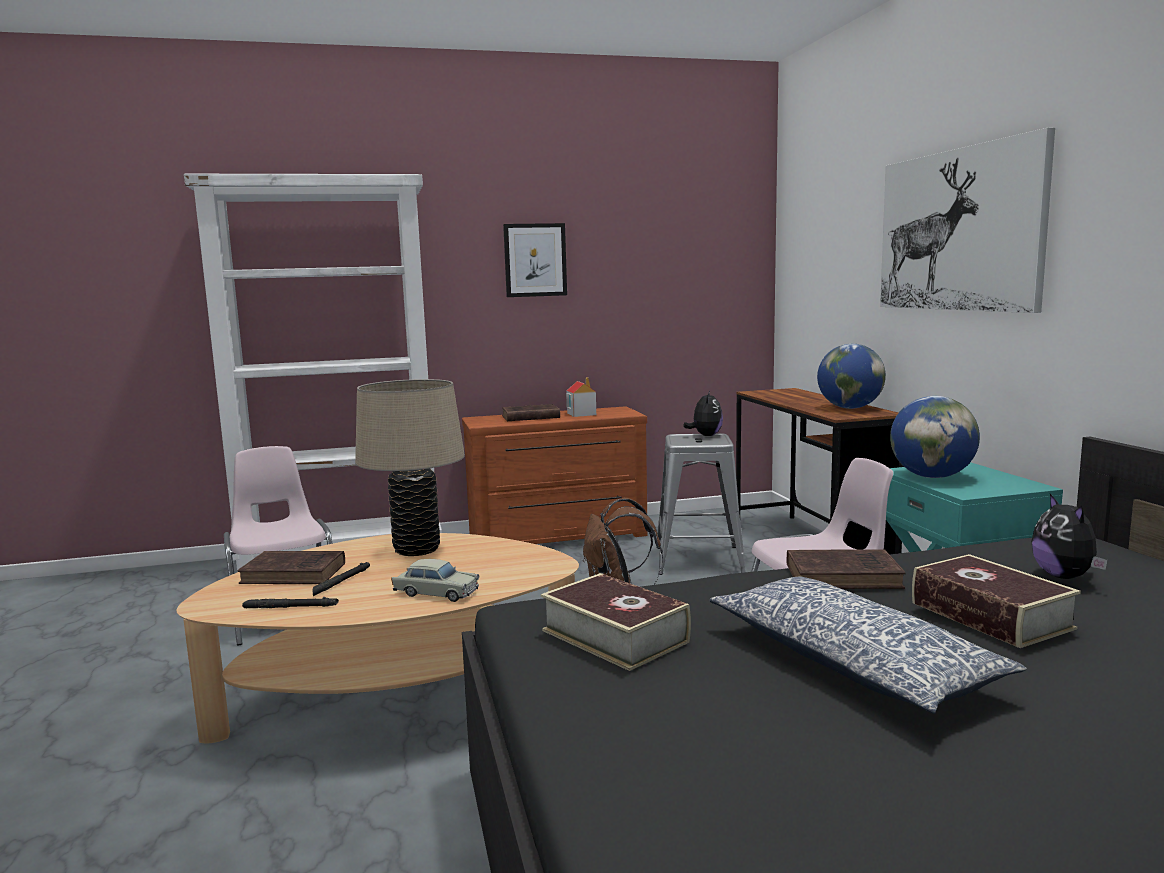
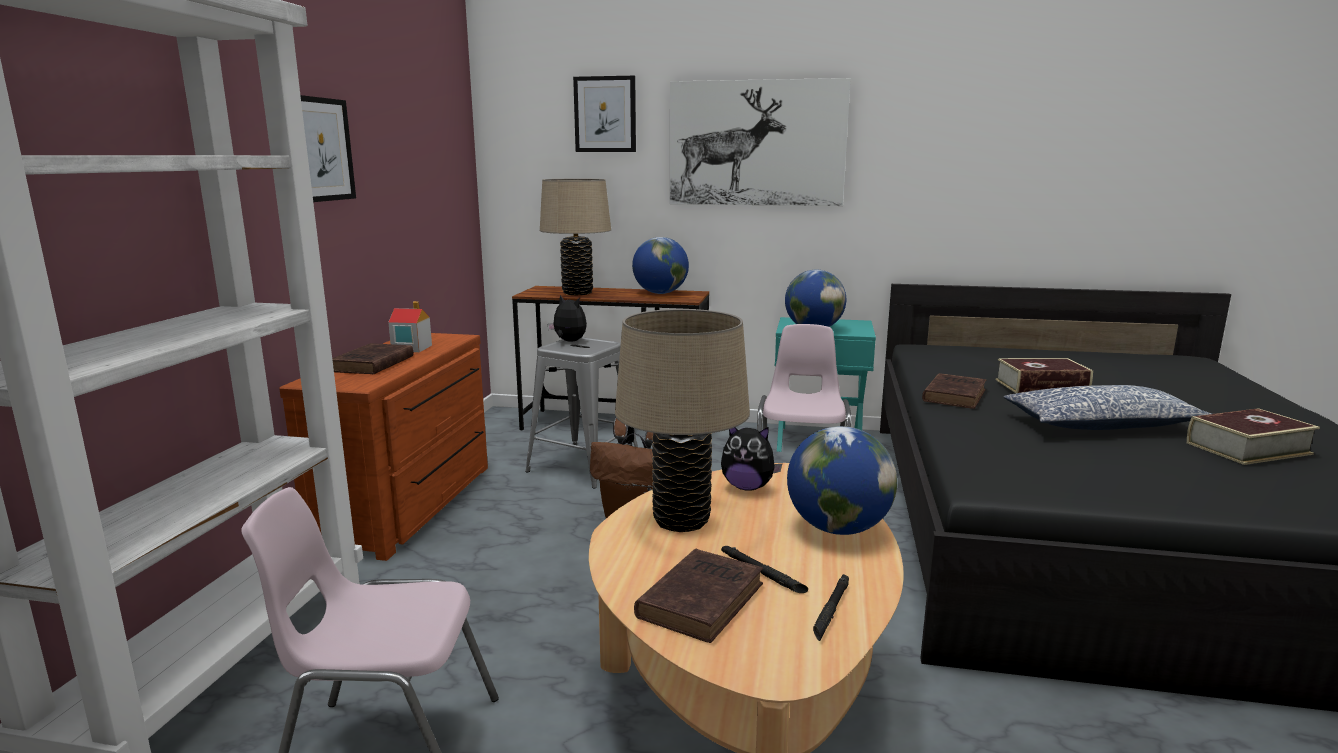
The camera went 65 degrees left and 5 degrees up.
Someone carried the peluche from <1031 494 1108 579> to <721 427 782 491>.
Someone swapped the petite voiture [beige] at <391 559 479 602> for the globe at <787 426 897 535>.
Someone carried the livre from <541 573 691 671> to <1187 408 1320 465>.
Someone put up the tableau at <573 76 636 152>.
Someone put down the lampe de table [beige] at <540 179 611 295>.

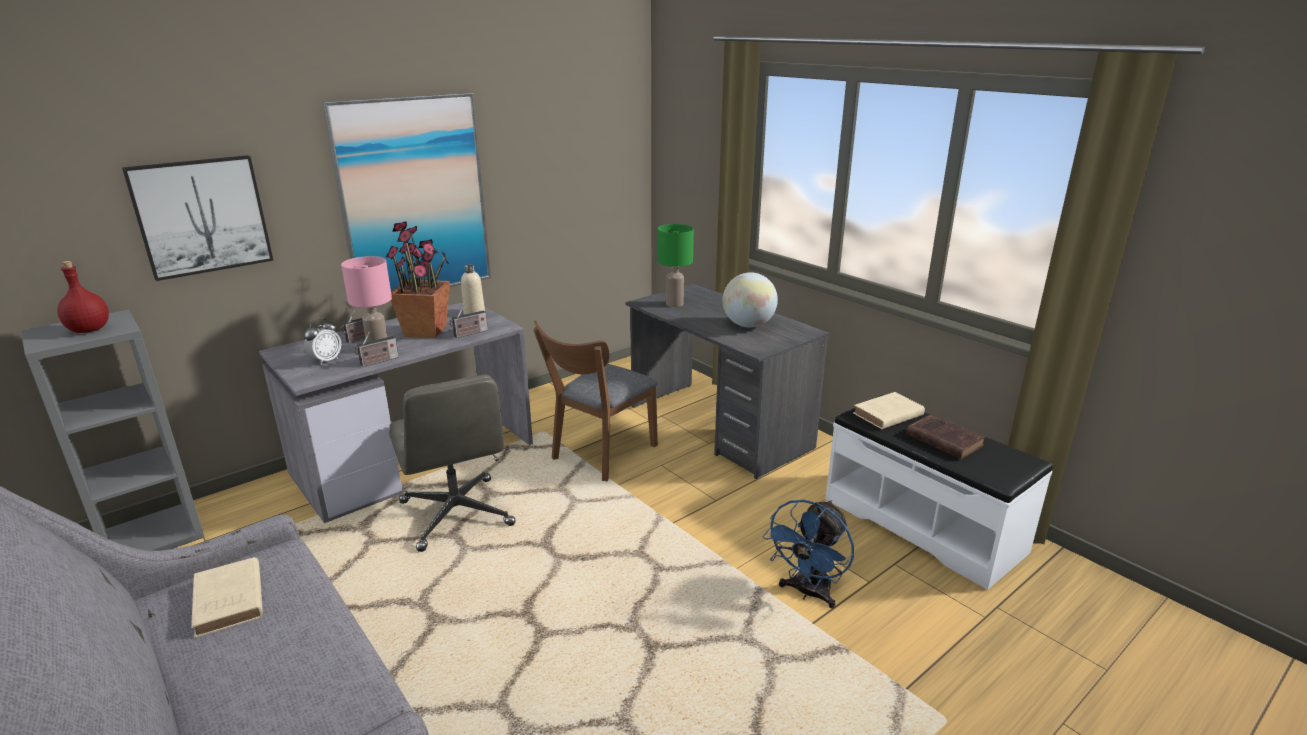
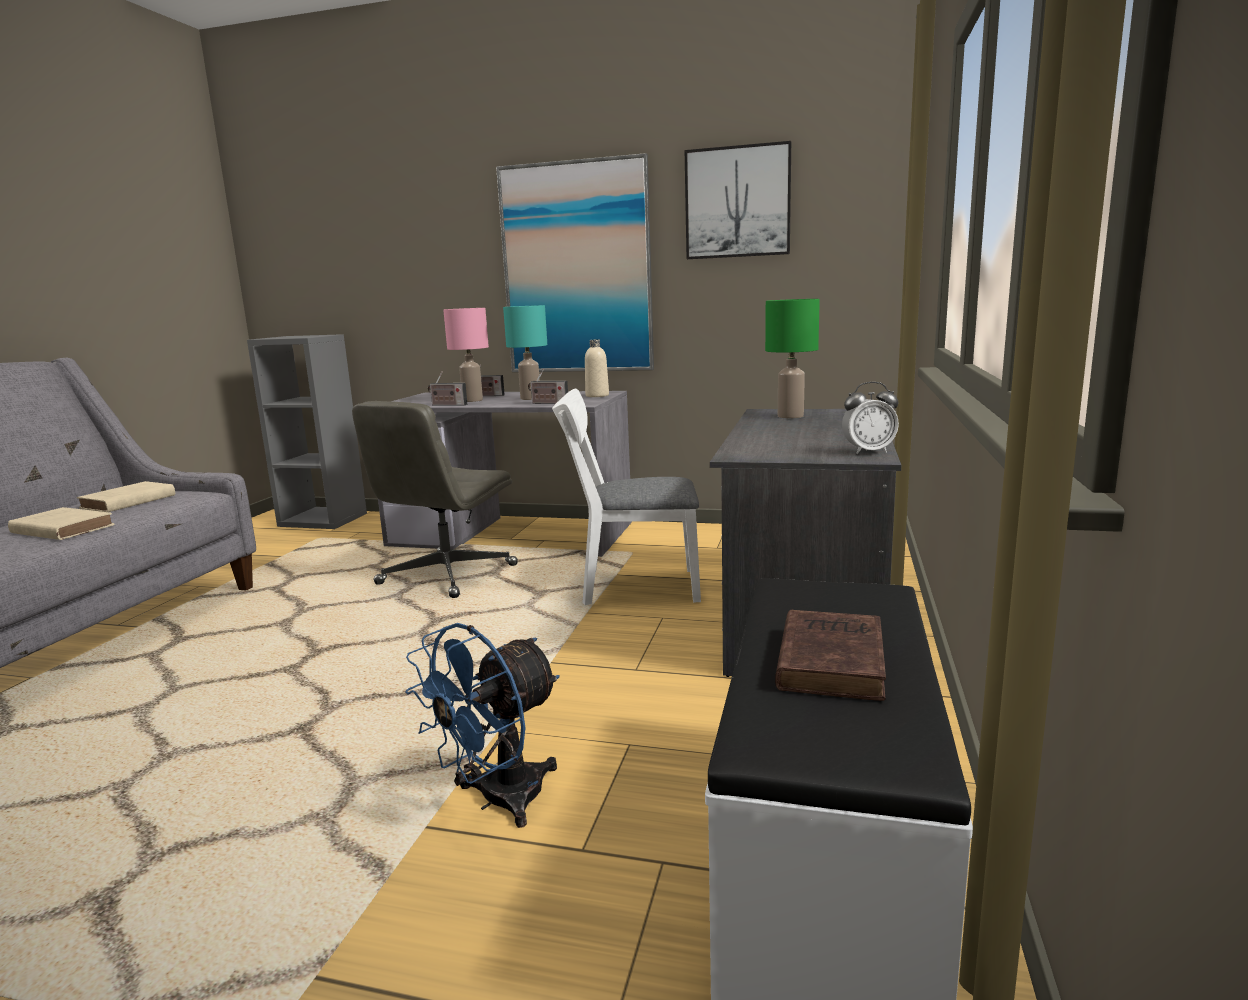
The camera went 55 degrees right and 10 degrees down.
Someone carried the tableau from <122 155 274 281> to <685 141 791 259>.
Someone swapped the plante en pot at <386 222 450 338> for the lampe de table [turquoise] at <503 305 547 400>.
Someone took away the bouteille [rouge] at <57 261 109 333>.
Someone took away the globe at <723 272 778 328>.
Someone carried the réveil from <304 318 341 365> to <842 382 899 454>.
Someone repainted the chaise [marron] at <533 320 658 481>, which became the chaise [blanc] at <552 389 701 605>.
Someone carried the livre [beige] from <853 392 925 429> to <8 507 114 540>.
Someone rotated the ventilateur [bleu] at <763 500 854 609> by 45 degrees counterclockwise.

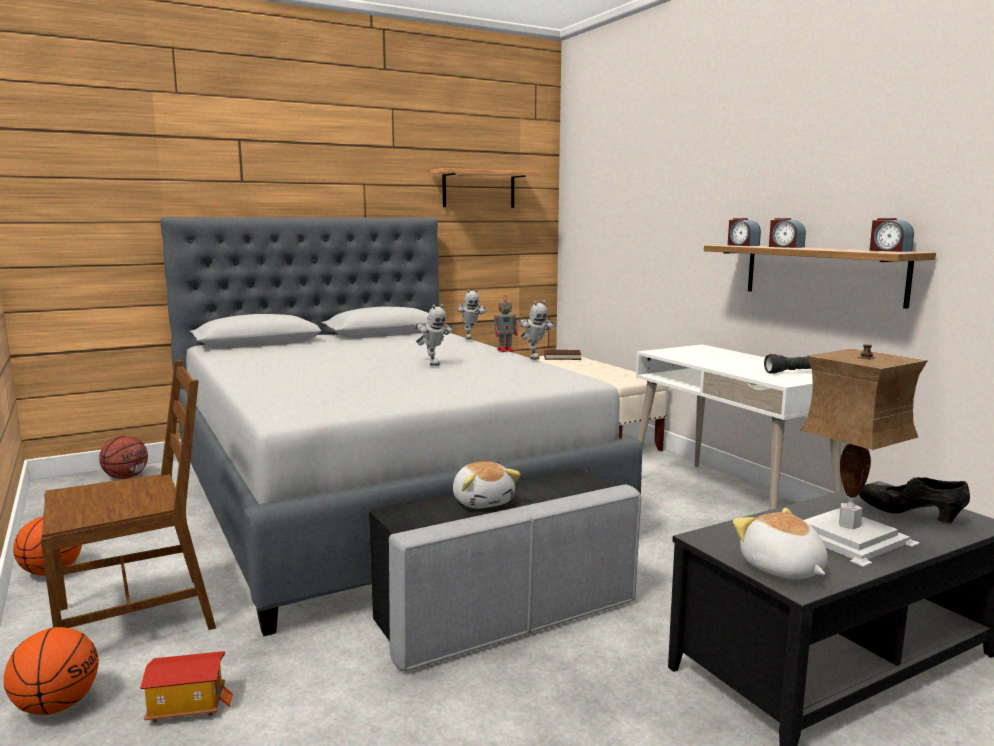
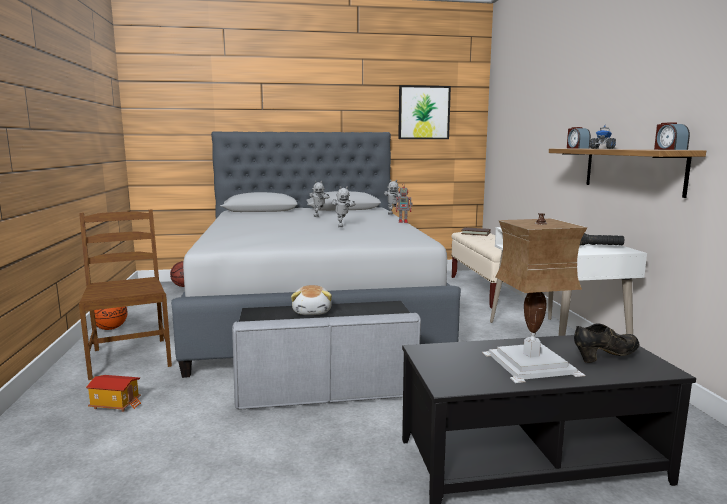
The camera went 20 degrees right and 0 degrees up.
Someone swapped the étagère at <430 168 540 208> for the tableau at <398 85 451 139>.
Someone swapped the réveil at <769 218 806 248> for the camion jouet at <590 126 616 149>.
Someone carried the robot jouet from <519 301 554 360> to <309 181 330 217>.
Someone rotated the chaise [marron] at <41 360 216 630> by 105 degrees counterclockwise.
Someone rotated the chaussure [noir] at <859 477 970 523> by 105 degrees clockwise.
Someone took away the peluche at <733 508 828 579>.
Someone took away the ballon de basket at <3 627 99 715>.

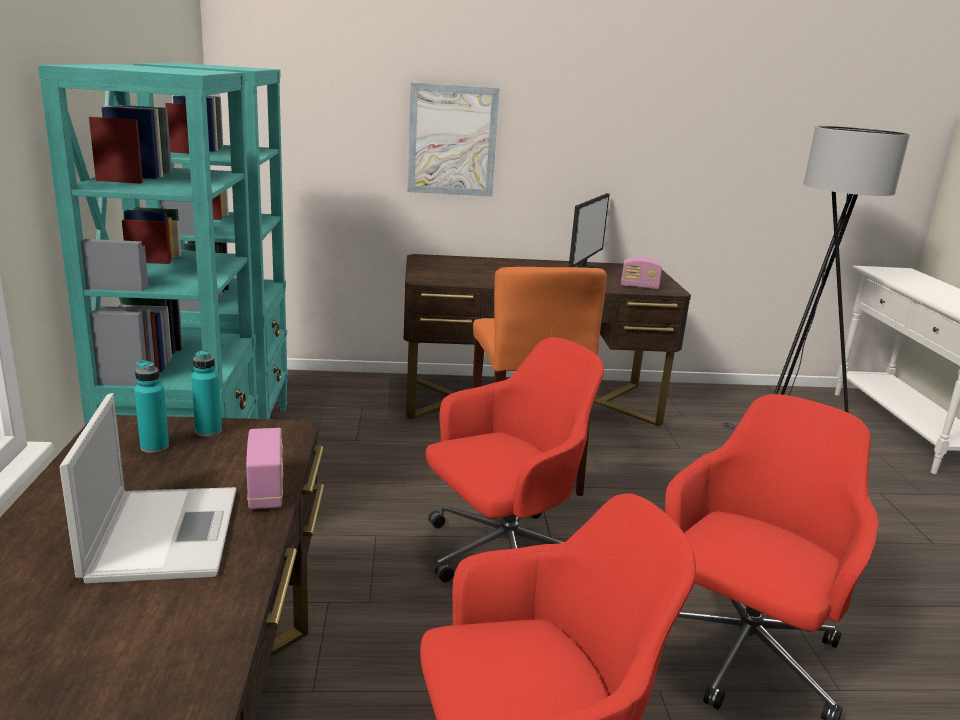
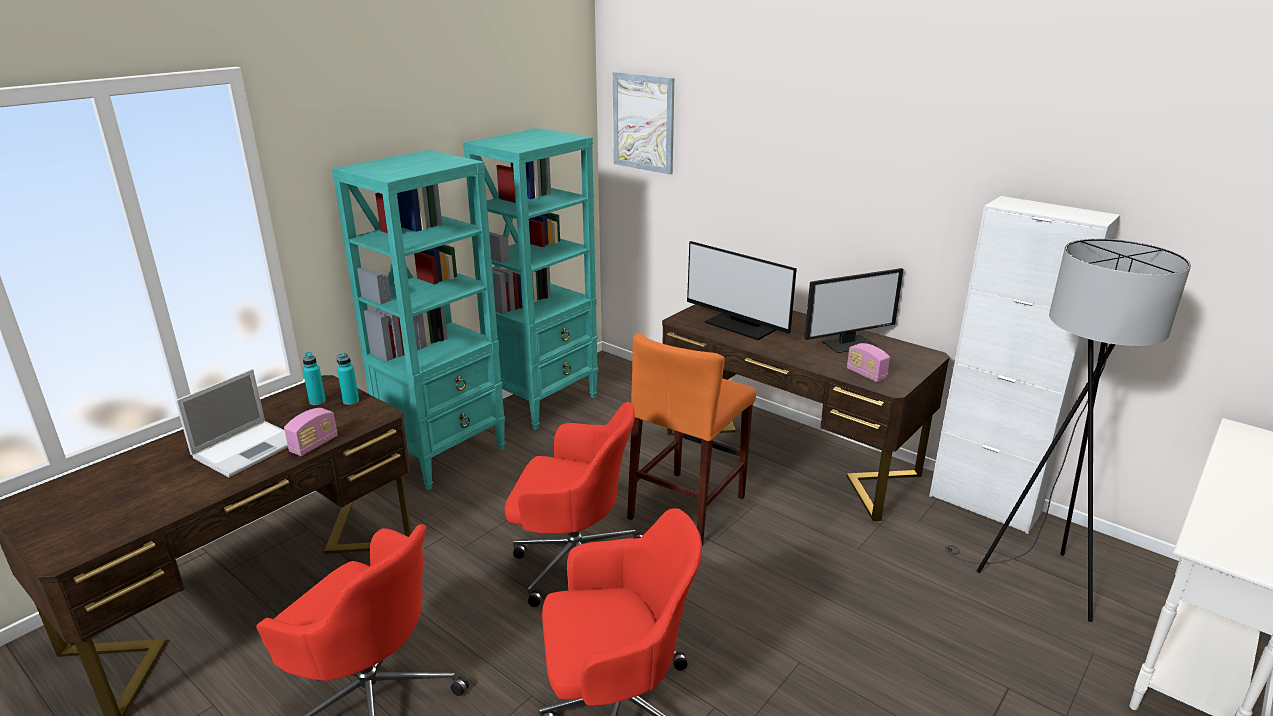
The camera went 45 degrees right and 5 degrees up.
Someone carried the tableau from <407 82 500 196> to <613 72 674 175>.
Someone put down the meuble de rangement [blanc] at <929 196 1120 534>.
Someone put down the écran d'ordinateur at <687 241 797 340>.

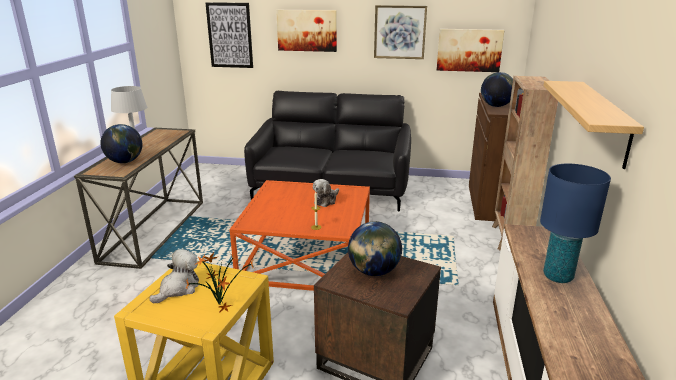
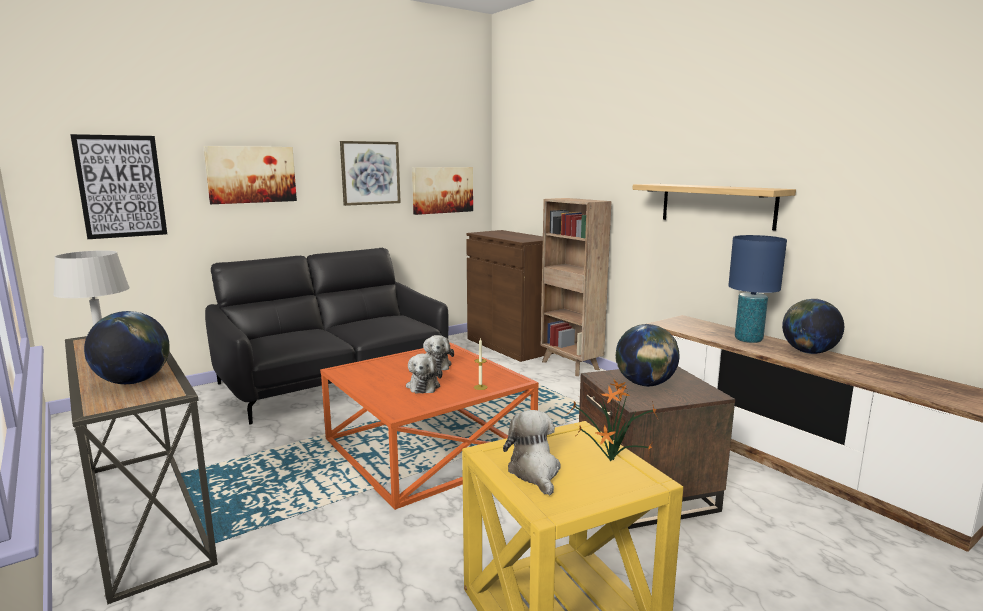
The camera went 45 degrees left and 10 degrees down.
Someone carried the globe from <481 72 513 107> to <782 299 844 354>.
Someone put down the peluche at <406 354 443 393>.

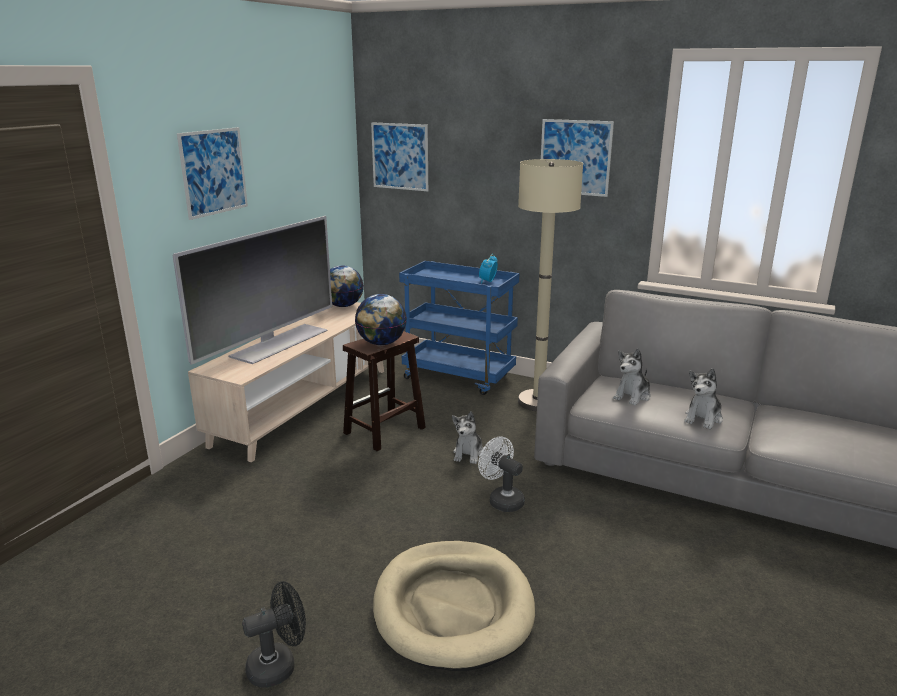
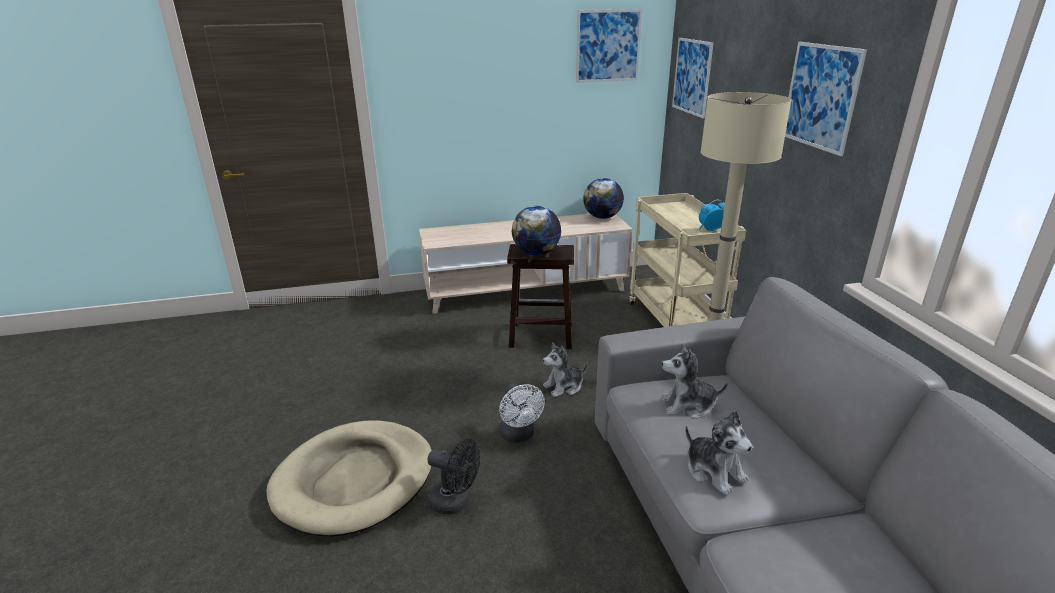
The camera went 50 degrees right and 5 degrees up.
Someone carried the tableau from <177 127 248 220> to <576 9 642 83>.
Someone took away the téléviseur at <172 216 332 365>.
Someone repainted the chariot [bleu] at <399 261 520 395>, which became the chariot [beige] at <629 193 746 327>.
Someone rotated the peluche at <684 368 723 429> by 120 degrees counterclockwise.
Someone rotated the ventilateur [blanc] at <478 436 525 512> by 150 degrees clockwise.
Someone carried the ventilateur [noir] from <242 581 306 687> to <428 439 480 515>.

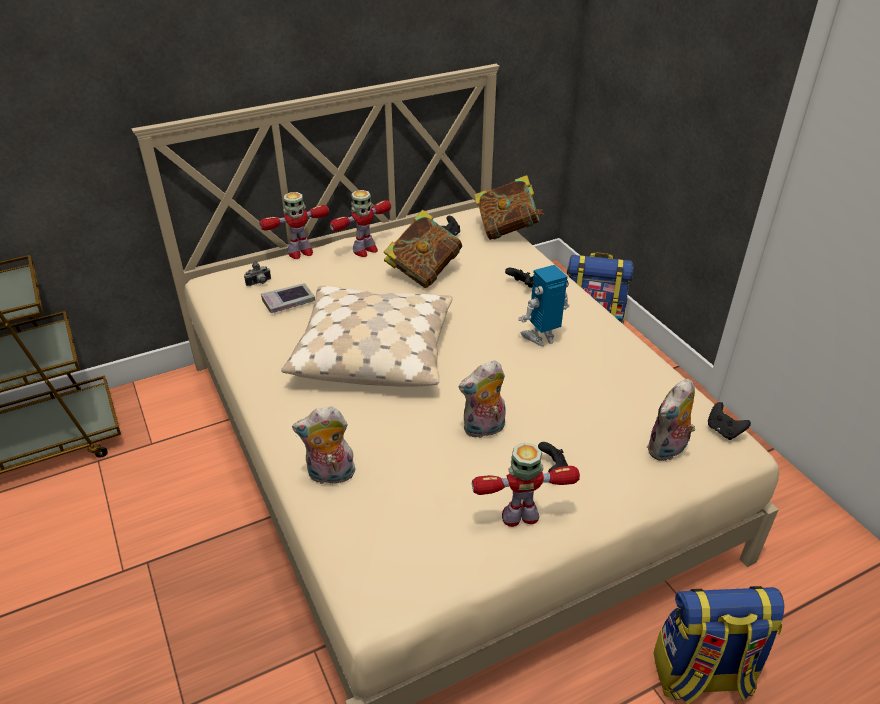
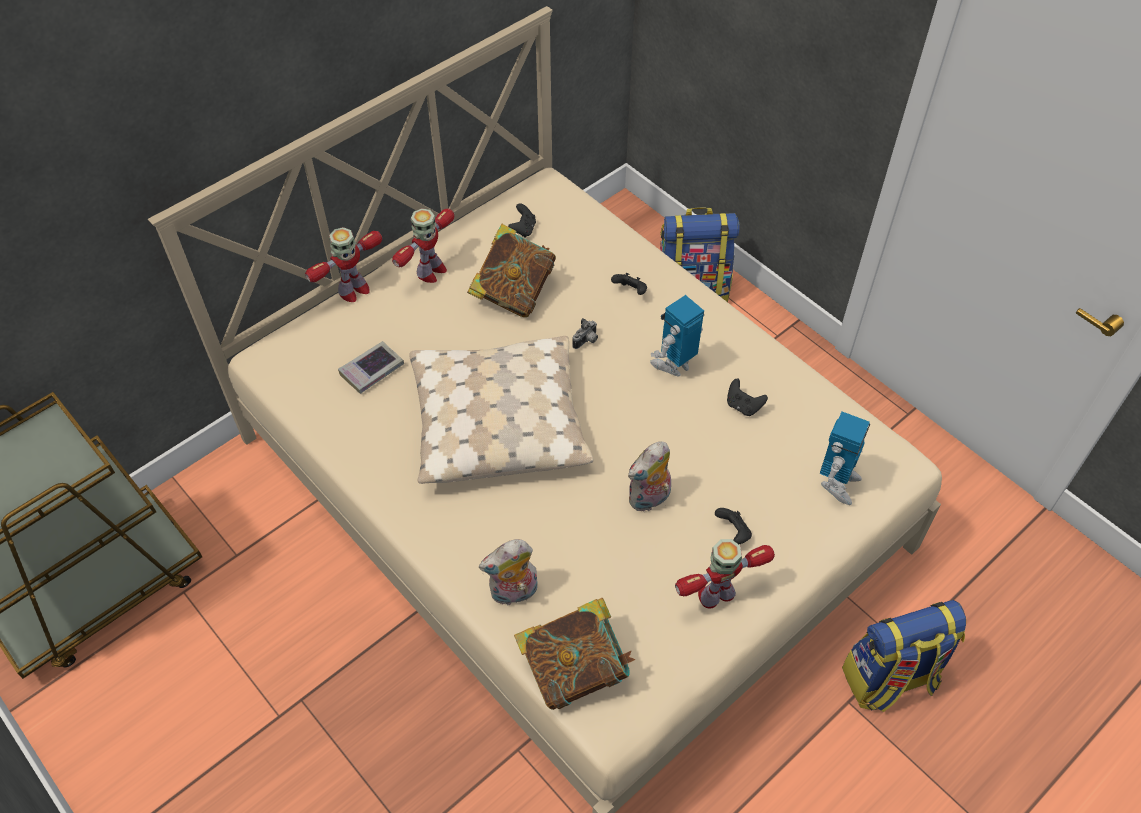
The camera went 15 degrees left and 15 degrees up.
Someone carried the livre from <474 175 544 240> to <514 598 635 710>.
Someone carried the appareil photo from <244 261 271 286> to <573 318 598 349>.
Someone swapped the peluche at <647 379 695 461> for the robot jouet at <820 412 870 505>.
Someone carried the manette [noir] from <708 402 751 440> to <727 379 768 416>.

